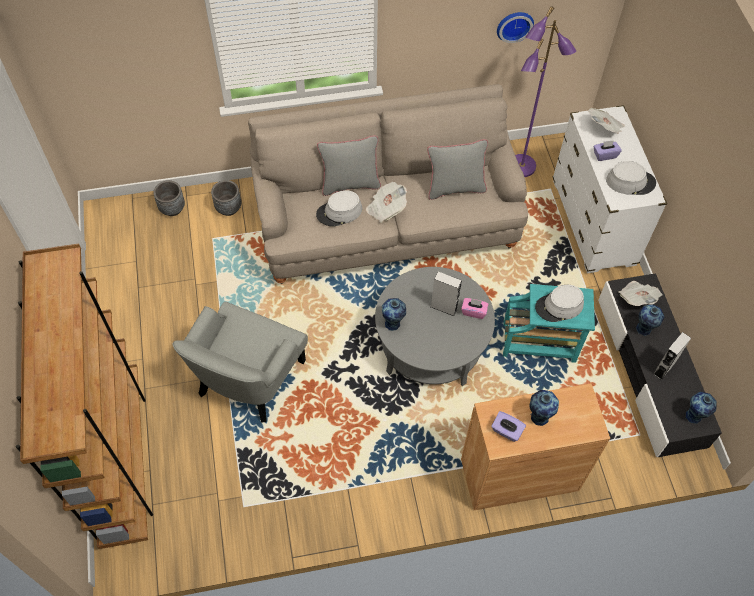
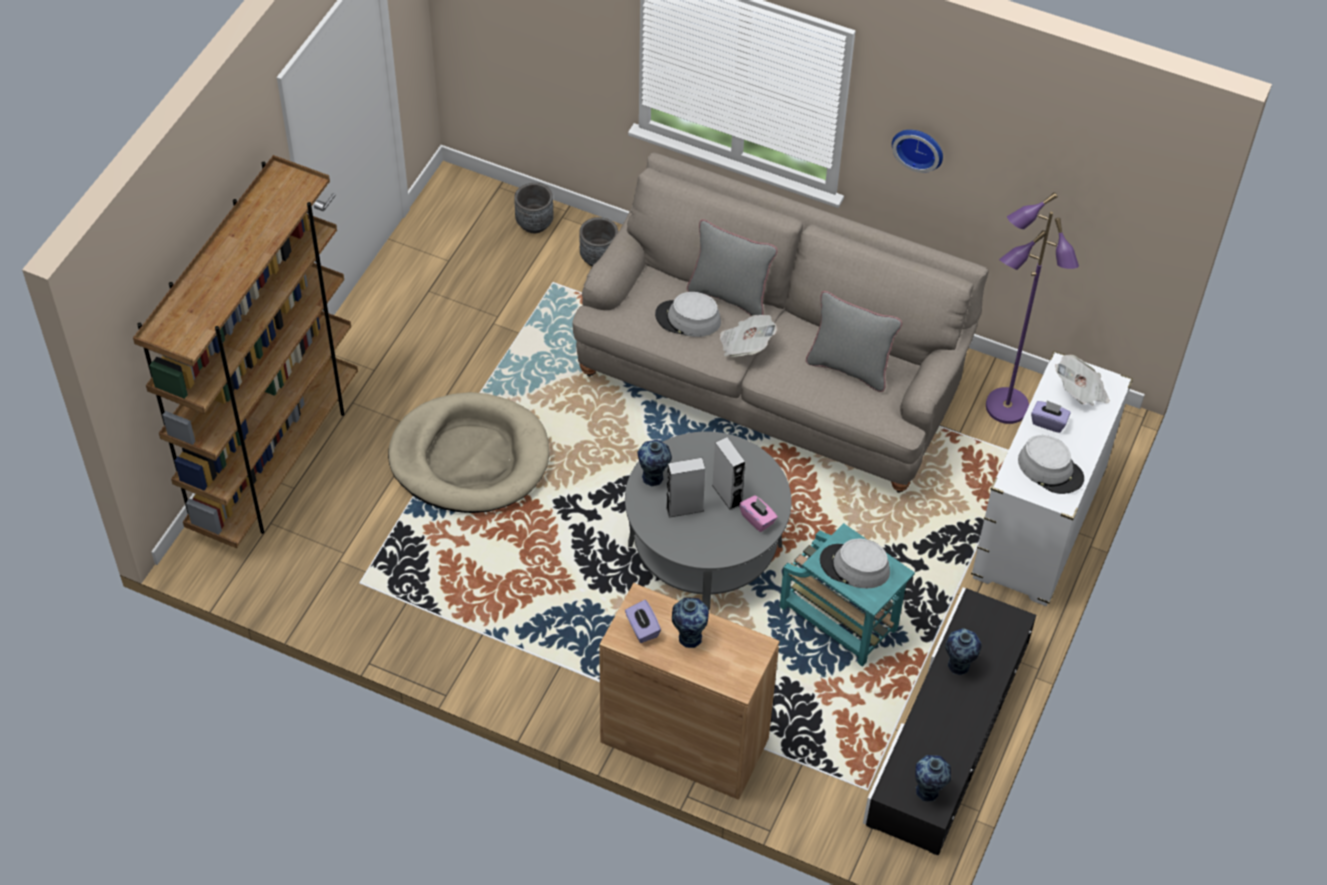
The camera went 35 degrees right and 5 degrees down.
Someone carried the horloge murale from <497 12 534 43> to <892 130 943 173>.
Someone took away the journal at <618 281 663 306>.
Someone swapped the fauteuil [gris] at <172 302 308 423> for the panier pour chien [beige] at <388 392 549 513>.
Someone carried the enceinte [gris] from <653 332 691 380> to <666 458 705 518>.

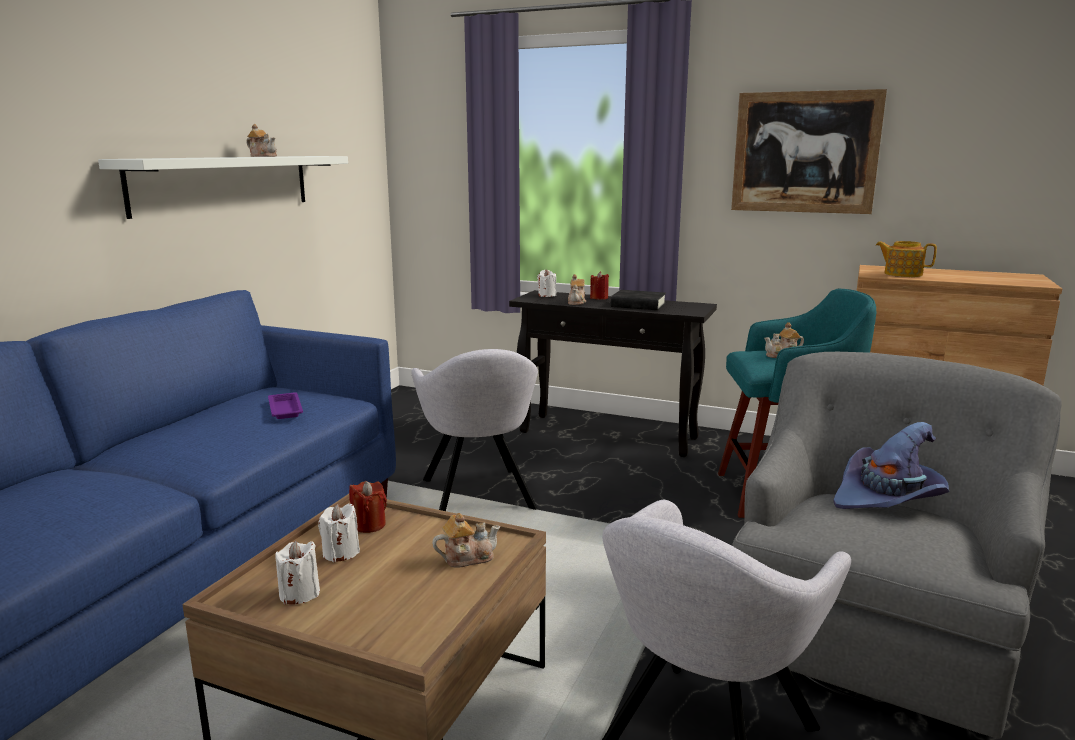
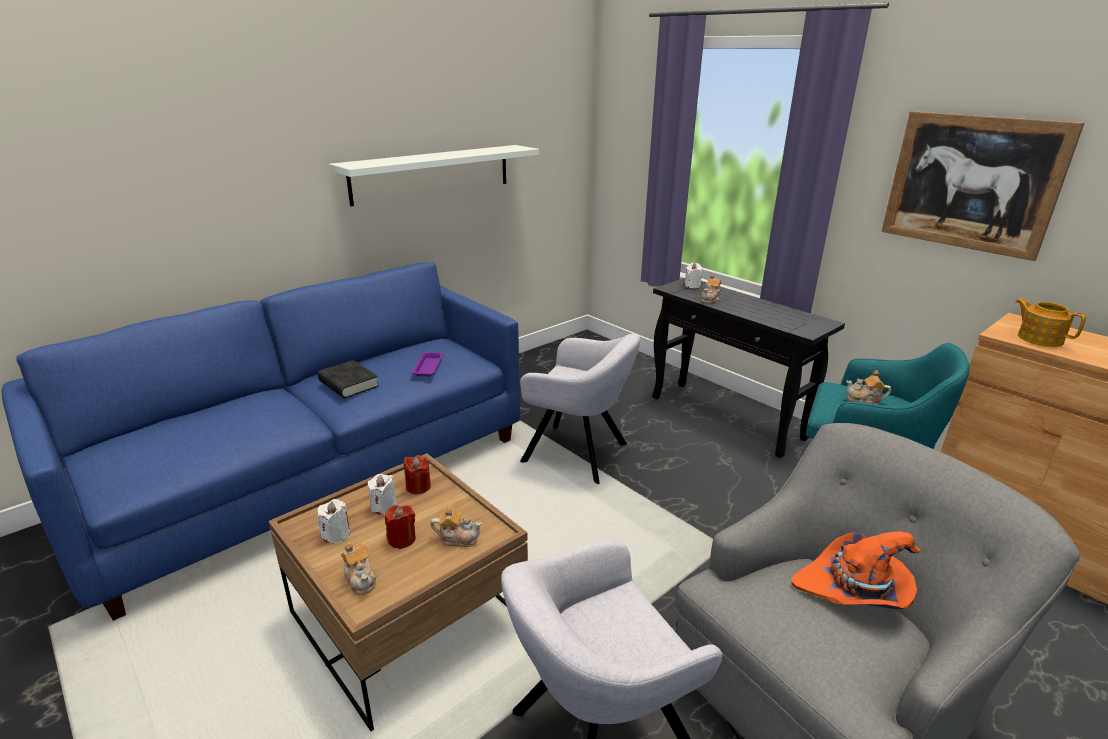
The camera went 25 degrees right and 10 degrees up.
Someone carried the théière from <247 124 277 157> to <341 542 376 595>.
Someone carried the bougie [rouge] from <590 271 609 299> to <385 505 416 549>.
Someone carried the livre [noir] from <611 290 666 310> to <318 360 379 398>.
Someone rotated the fauteuil [gris] at <411 349 538 511> by 75 degrees counterclockwise.
Someone repainted the chapeau [violet] at <834 422 950 509>, which became the chapeau [orange] at <791 531 920 609>.

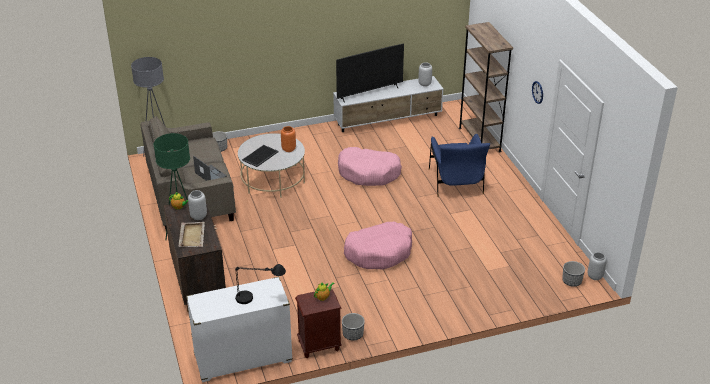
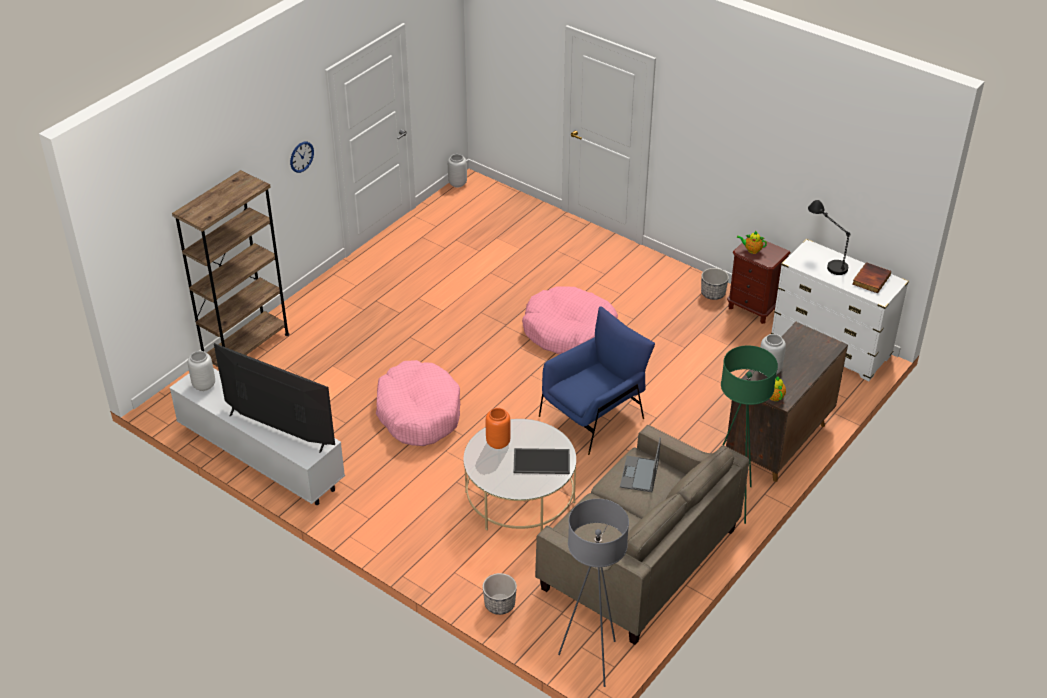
The camera went 125 degrees left and 5 degrees up.
Someone carried the fauteuil [bleu] from <429 134 490 197> to <539 306 655 455>.
Someone took away the plateau [beige] at <178 222 205 247>.
Someone took away the cache-pot at <562 261 585 287>.
Someone put down the livre at <852 262 891 293>.

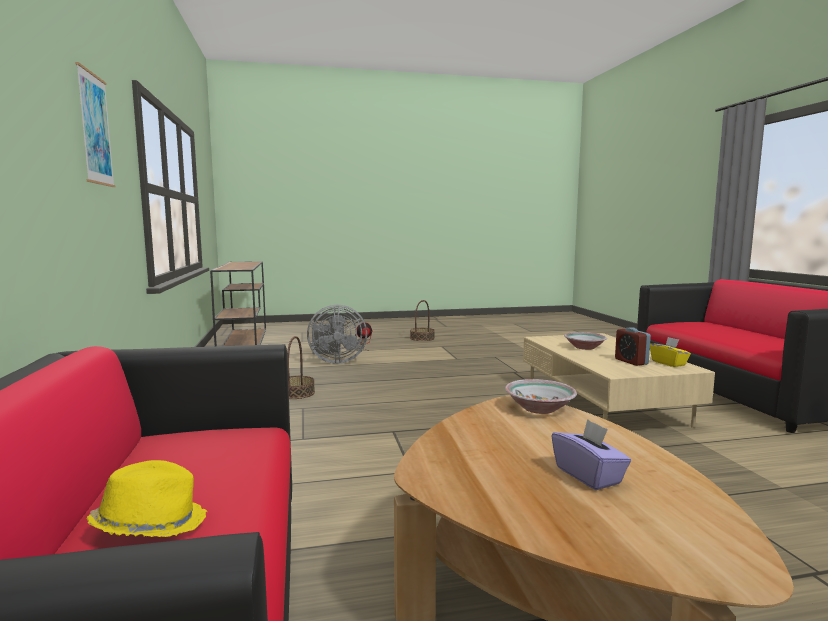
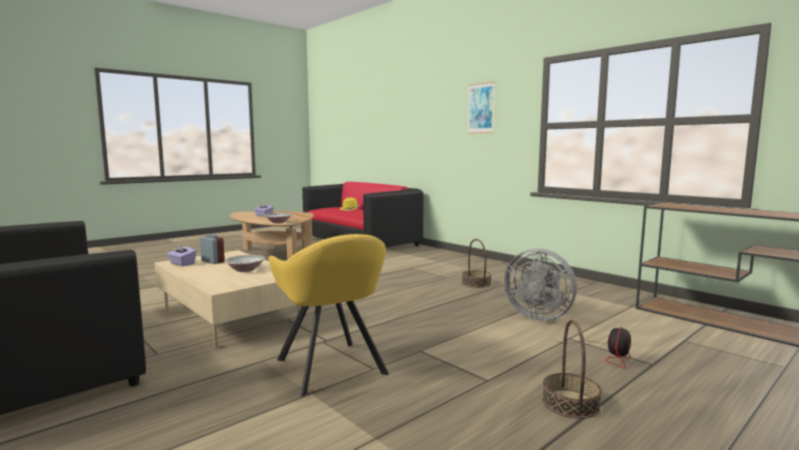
The camera went 150 degrees right and 0 degrees up.
Someone rotated the ventilateur [gris] at <307 305 367 364> by 105 degrees counterclockwise.
Someone repainted the boîte à mouchoirs [jaune] at <650 337 691 367>, which became the boîte à mouchoirs [violet] at <167 243 196 266>.
Someone put down the fauteuil [jaune] at <269 234 389 397>.

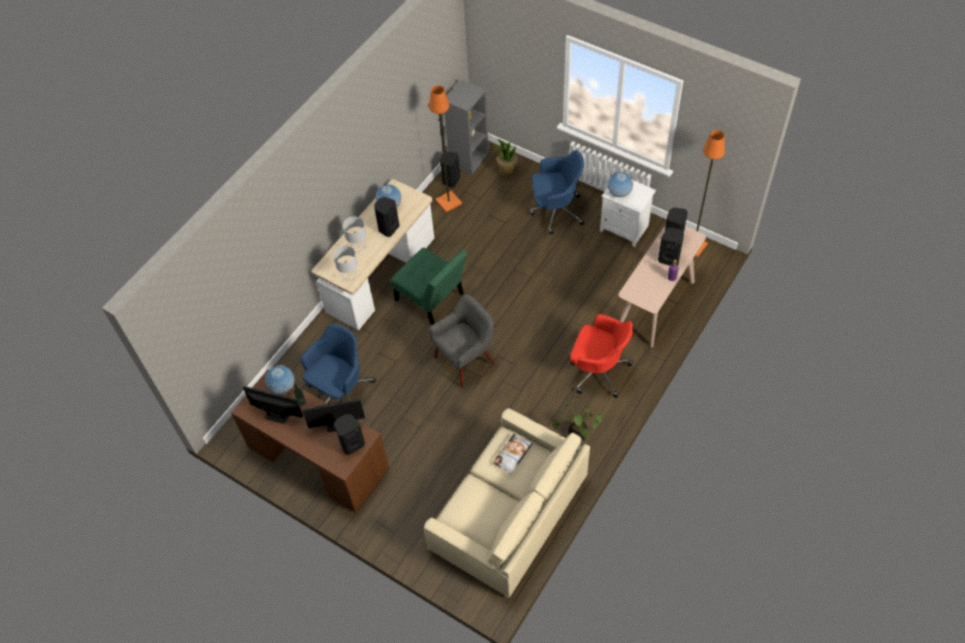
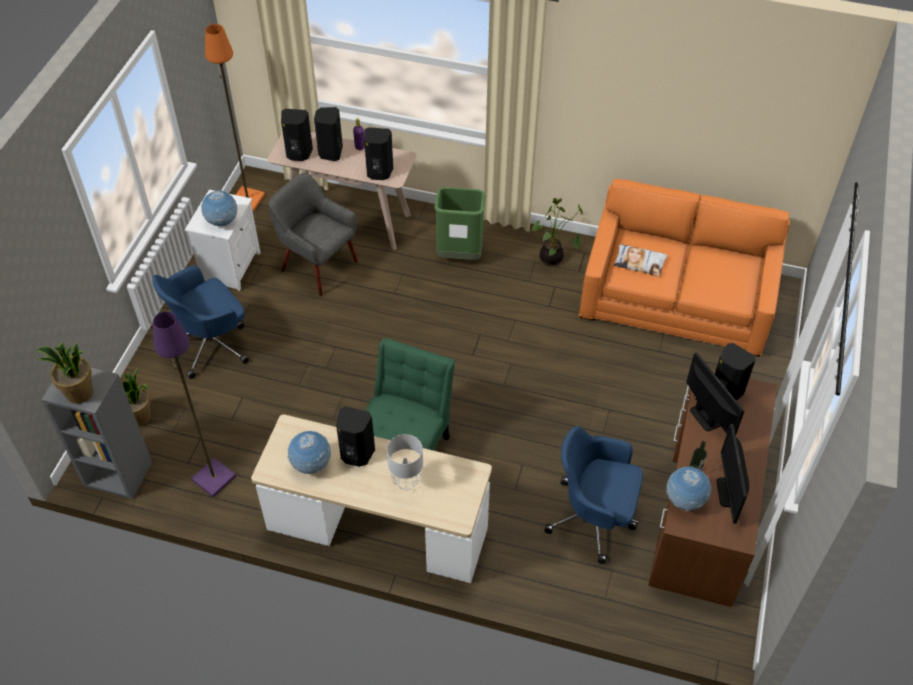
The camera went 110 degrees left and 5 degrees down.
Someone repainted the lampadaire [orange] at <429 85 462 213>, which became the lampadaire [violet] at <153 311 236 497>.
Someone rotated the chaise de bureau [bleu] at <530 150 584 234> by 105 degrees counterclockwise.
Someone carried the enceinte [noir] from <440 152 460 188> to <364 127 393 180>.
Someone took away the lampe de table [gris] at <333 246 358 282>.
Someone carried the fauteuil [gris] from <429 294 495 388> to <269 172 358 296>.
Someone swapped the chaise de bureau [rouge] at <570 314 633 398> for the poubelle [vert] at <434 187 486 260>.
Someone repainted the canapé [beige] at <424 408 590 598>, which became the canapé [orange] at <579 179 790 357>.
Someone put down the plante en pot at <36 342 93 404>.

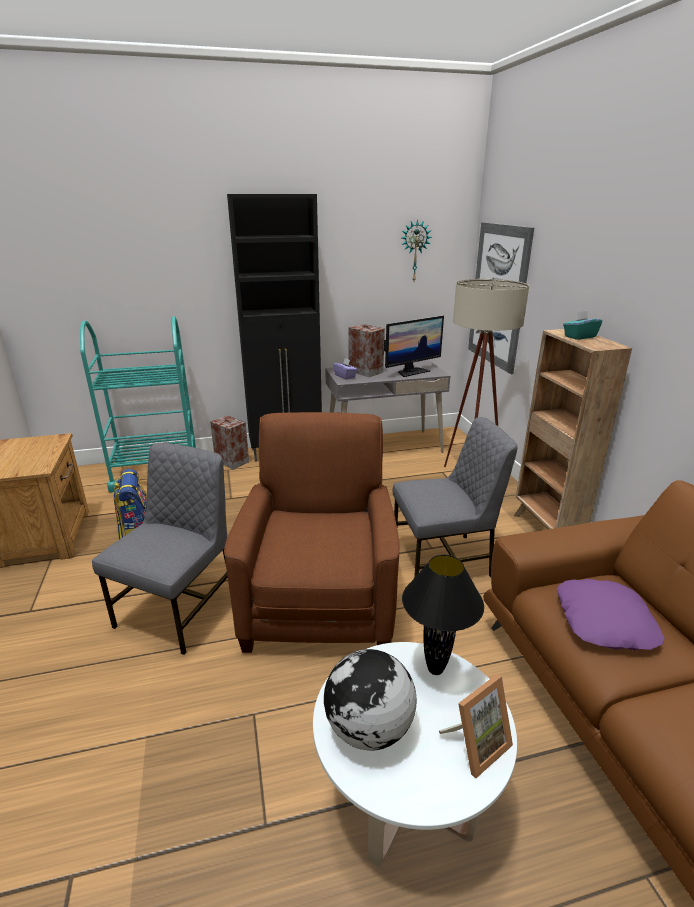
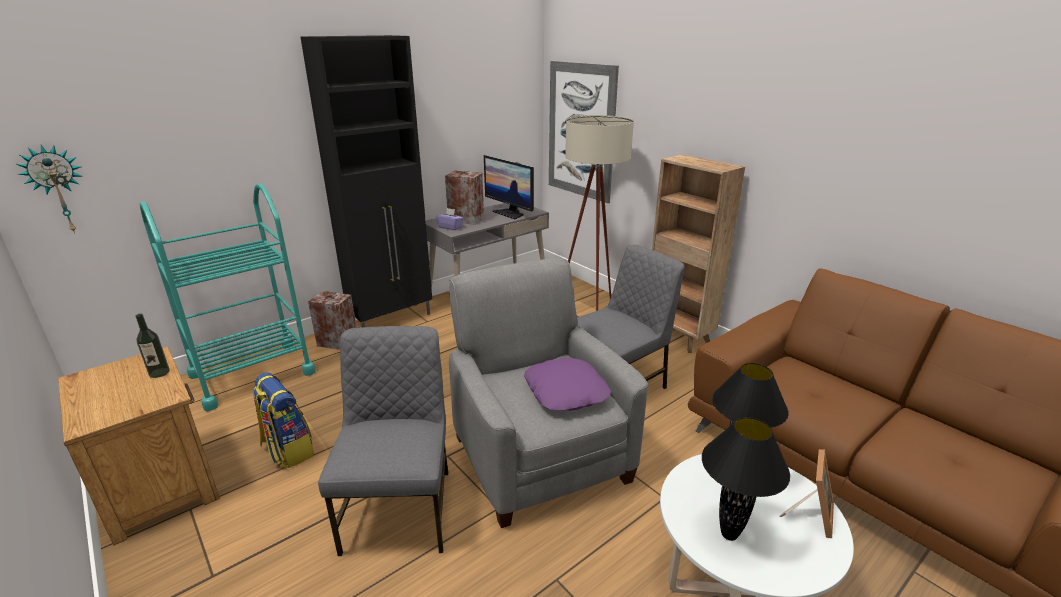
The camera went 25 degrees left and 0 degrees up.
Someone carried the horloge murale from <402 219 432 281> to <16 145 83 234>.
Someone took away the boîte à mouchoirs [turquoise] at <563 310 602 340>.
Someone rotated the écran d'ordinateur at <384 316 444 377> by 105 degrees clockwise.
Someone repainted the fauteuil [marron] at <224 412 400 653>, which became the fauteuil [gris] at <449 258 648 528>.
Someone carried the coussin [violet] from <557 579 665 651> to <524 358 611 410>.
Someone swapped the globe at <324 649 417 751> for the lampe de table [noir] at <702 417 790 541>.
Someone put down the bouteille at <135 314 170 378>.

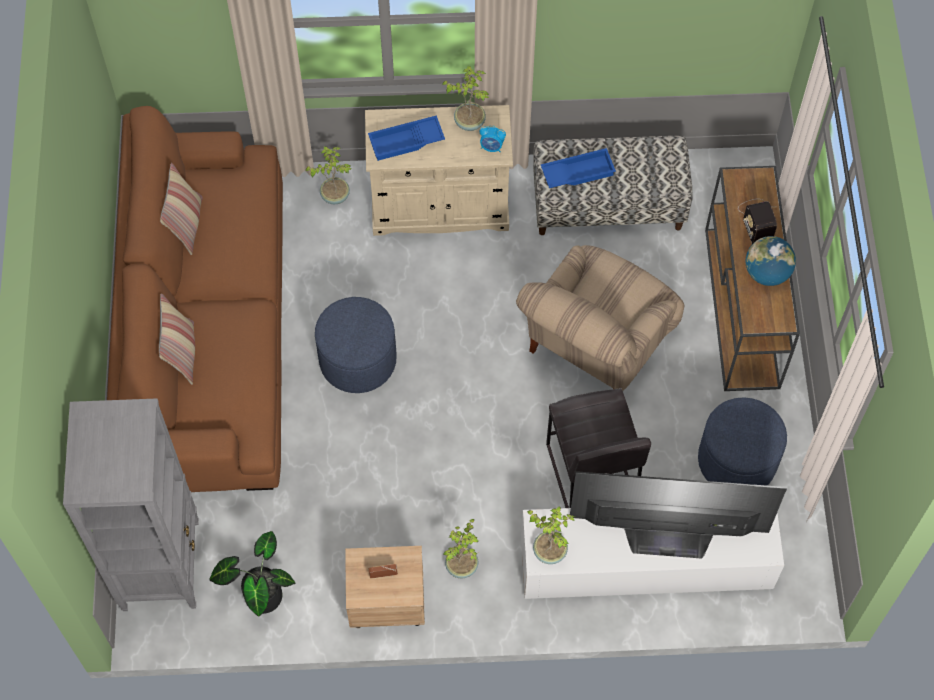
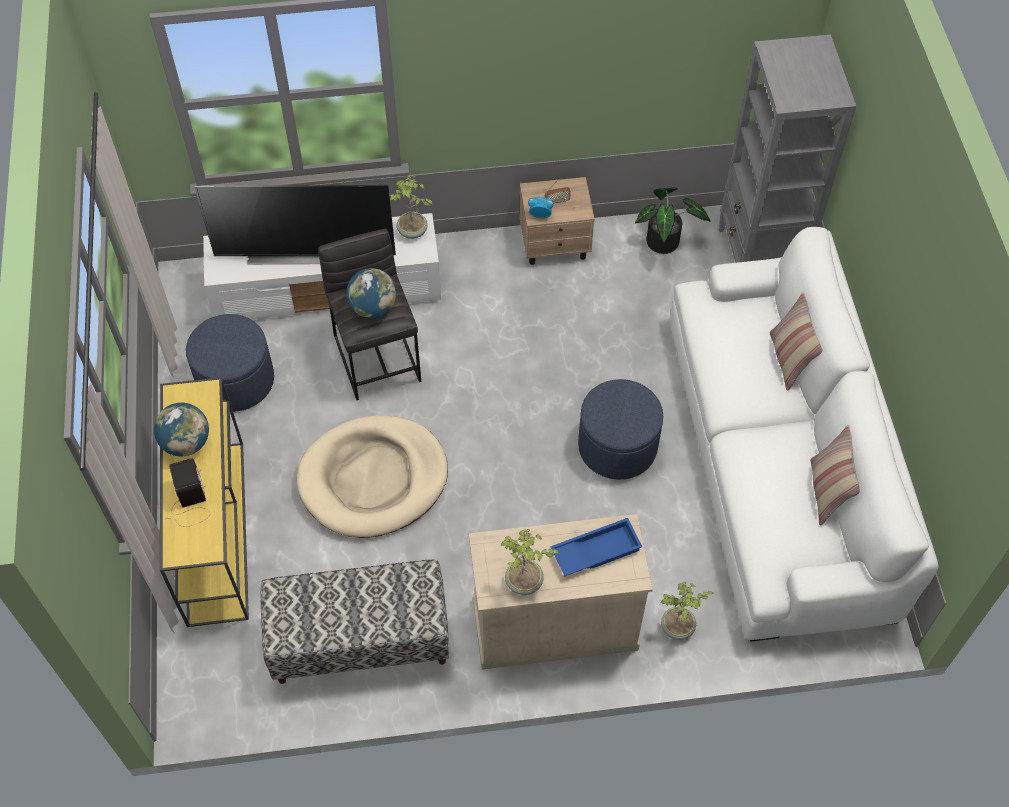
The camera went 175 degrees right and 5 degrees down.
Someone repainted the canapé [marron] at <107 106 283 492>, which became the canapé [blanc] at <670 227 939 641>.
Someone carried the réveil from <480 125 506 152> to <528 197 554 218>.
Someone took away the plateau [bleu] at <541 148 616 188>.
Someone repainted the table console [marron] at <705 166 800 391>, which became the table console [jaune] at <160 377 249 627>.
Someone swapped the fauteuil [beige] at <516 245 684 390> for the panier pour chien [beige] at <297 415 448 538>.
Someone took away the plante en pot at <443 519 480 578>.
Someone put down the globe at <346 268 396 318>.

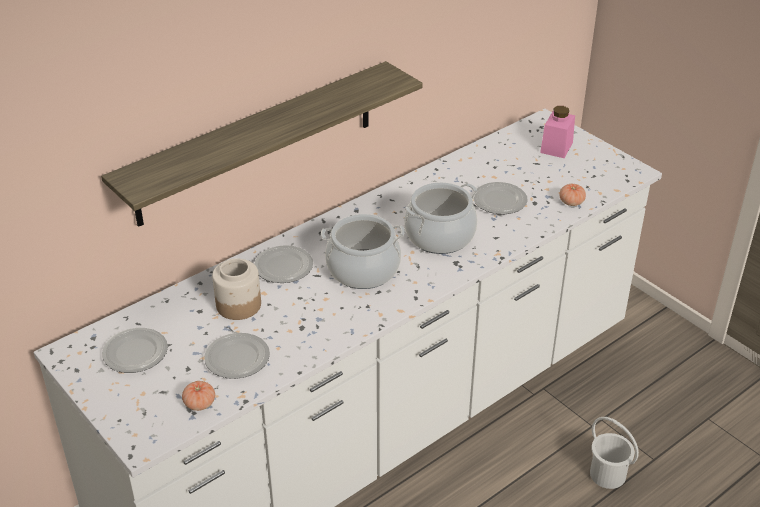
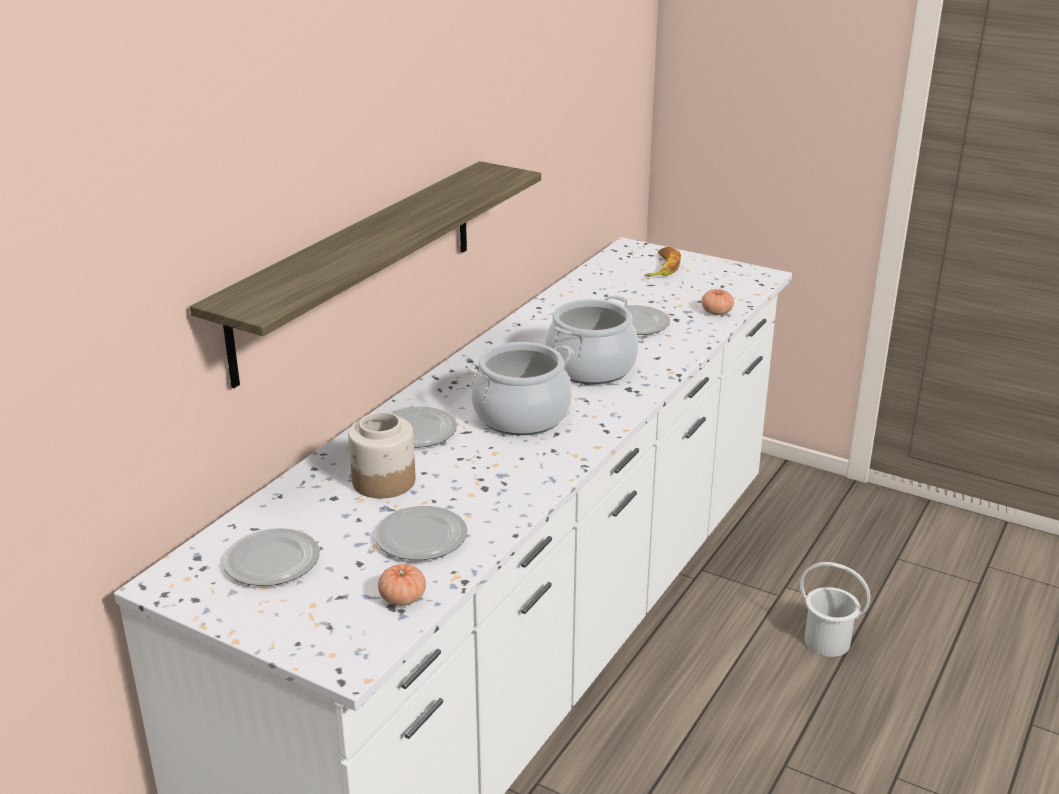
The camera went 20 degrees left and 10 degrees down.
Someone swapped the bocal [rose] at <540 106 575 158> for the banane at <644 247 681 277>.

